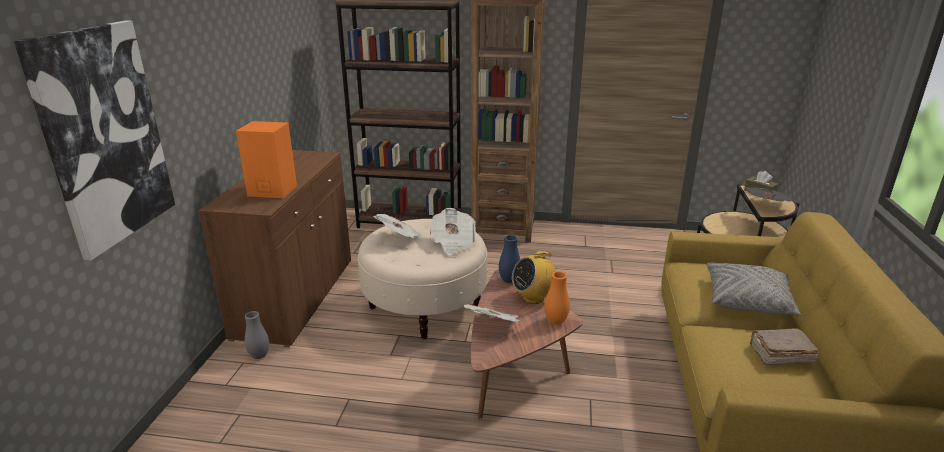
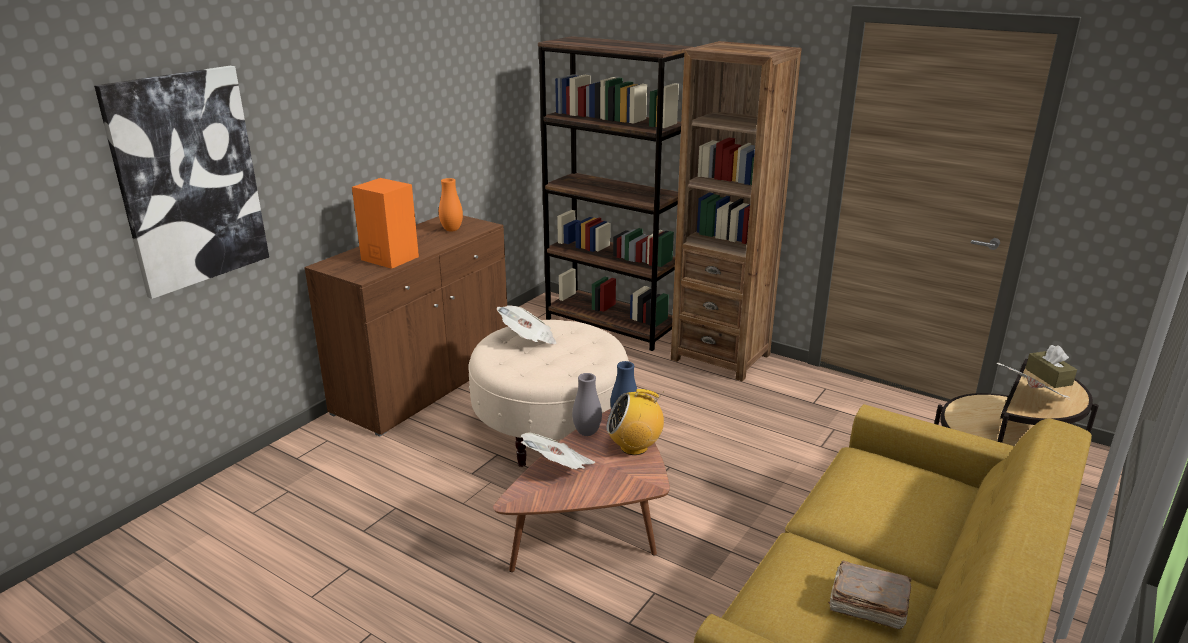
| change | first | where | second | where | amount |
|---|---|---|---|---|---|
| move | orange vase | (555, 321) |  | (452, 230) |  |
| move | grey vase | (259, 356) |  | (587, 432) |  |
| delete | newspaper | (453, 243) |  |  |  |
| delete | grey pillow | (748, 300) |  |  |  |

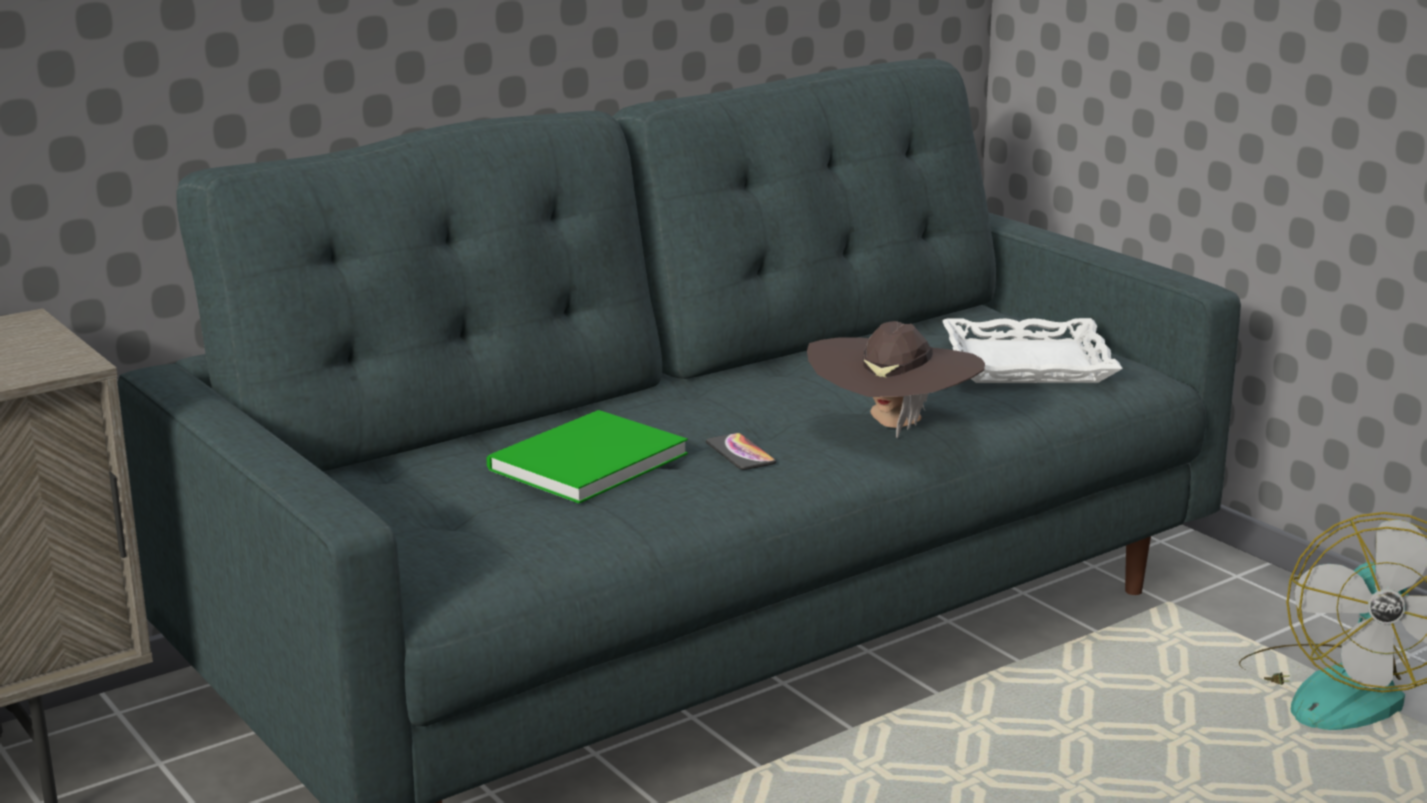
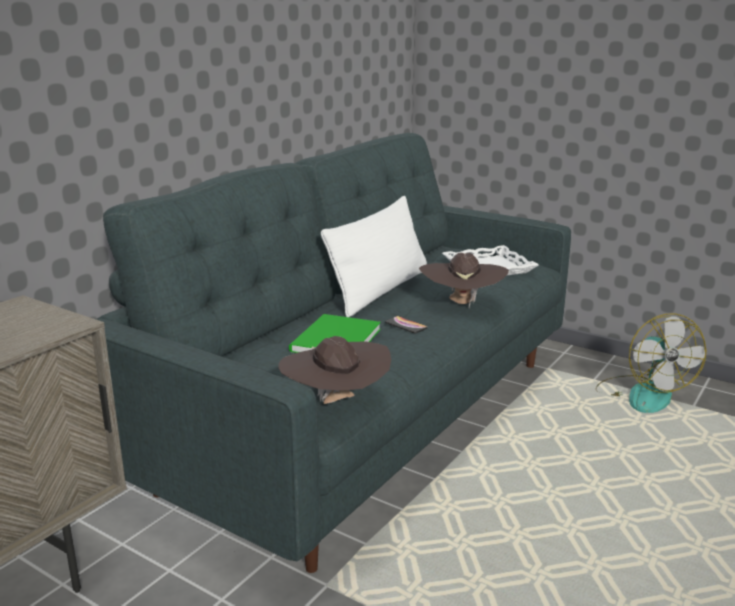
| change | first | where | second | where | amount |
|---|---|---|---|---|---|
| insert |  |  | brown hat | (336, 403) |  |
| insert |  |  | white pillow | (380, 290) |  |

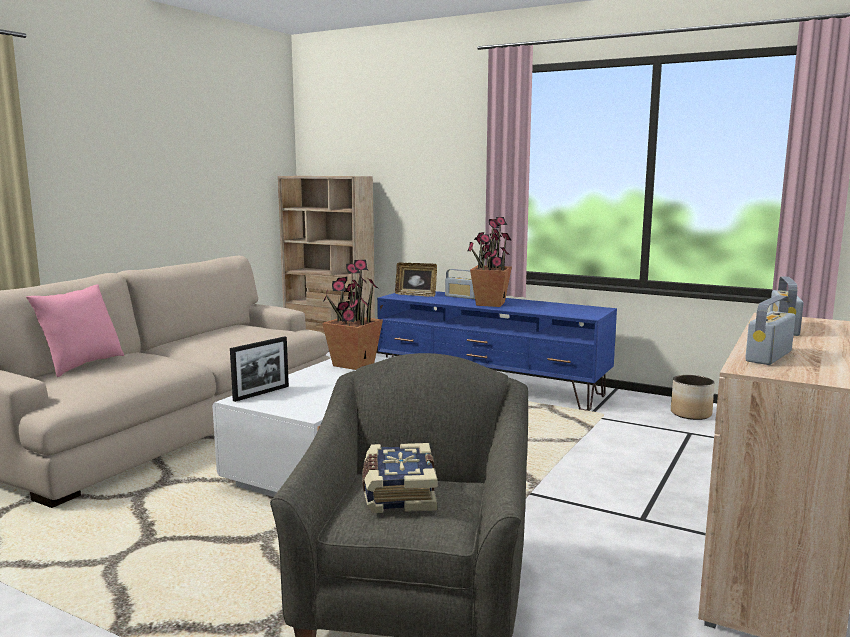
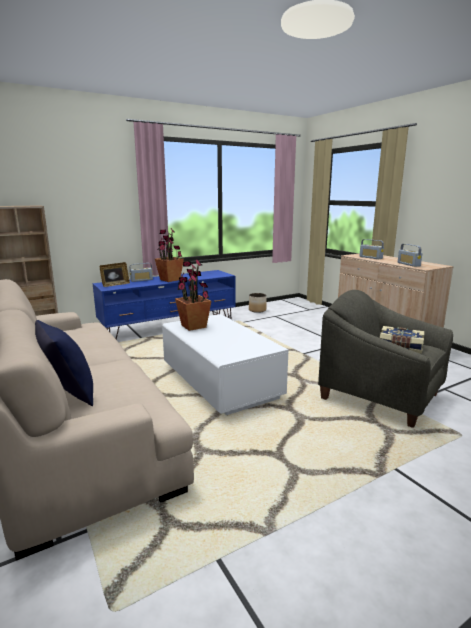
| change | first | where | second | where | amount |
|---|---|---|---|---|---|
| recolor | pink pillow | (81, 365) | blue pillow | (68, 394) |  |
| delete | picture frame | (261, 393) |  |  |  |

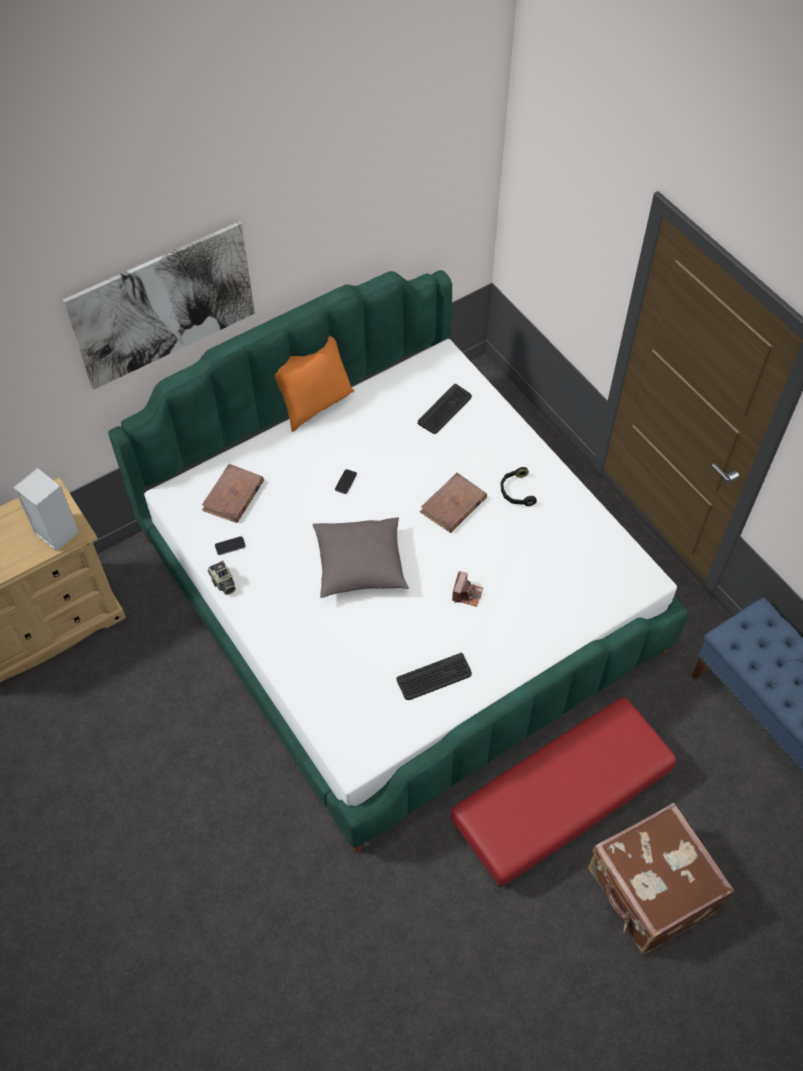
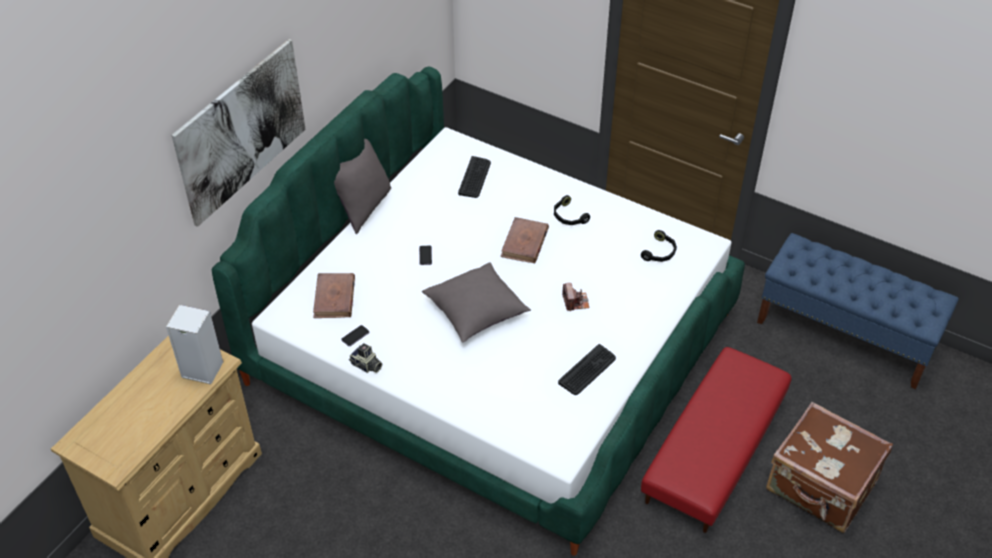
| change | first | where | second | where | amount |
|---|---|---|---|---|---|
| recolor | orange pillow | (314, 405) | grey pillow | (363, 208) |  |
| insert |  |  | black headphones | (660, 252) |  |

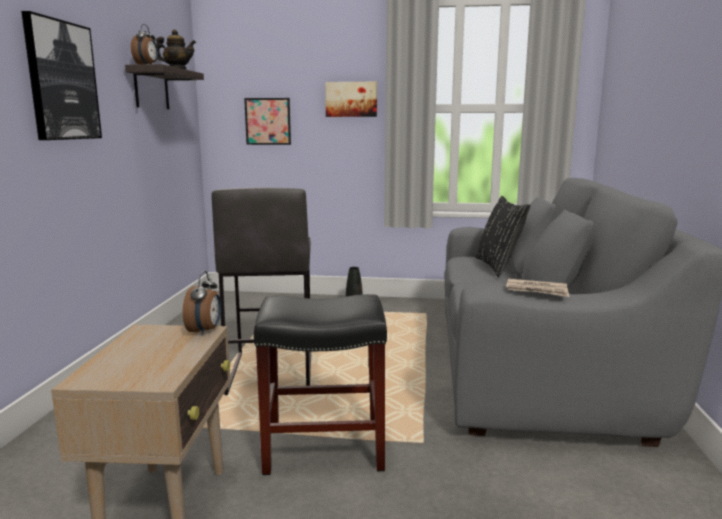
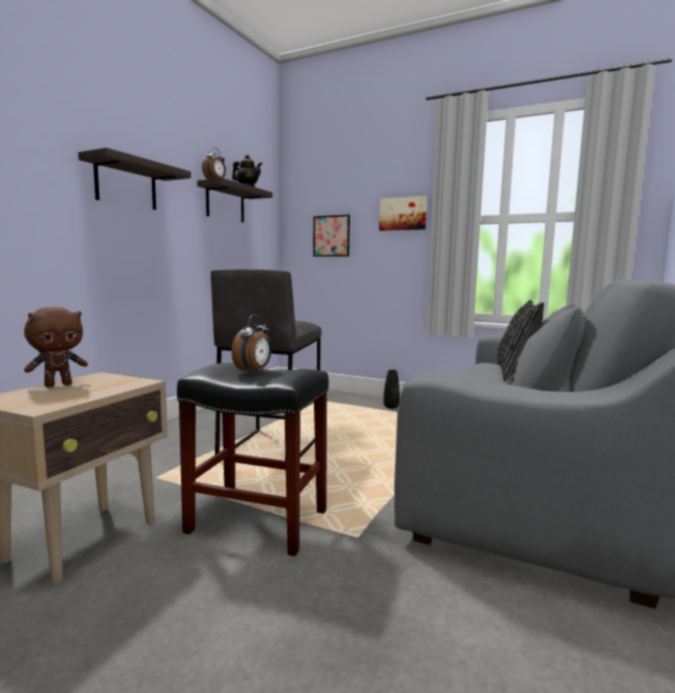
| change | first | where | second | where | amount |
|---|---|---|---|---|---|
| insert |  |  | brown plush toy | (58, 384) |  |
| replace | picture | (62, 81) | shelf | (126, 184) |  |
| move | alarm clock | (205, 331) |  | (254, 371) |  |
| delete | newspaper | (537, 290) |  |  |  |

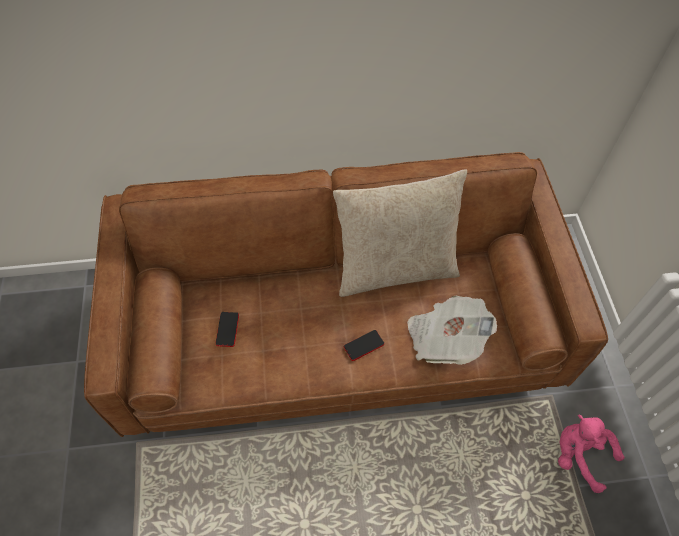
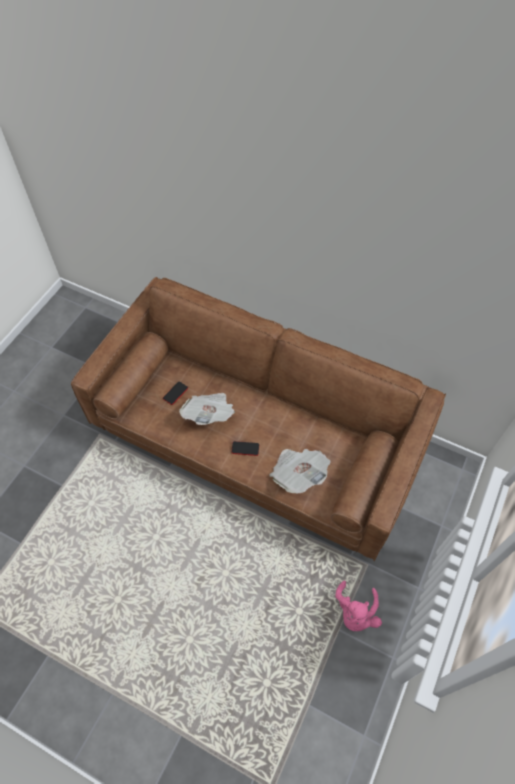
| change | first | where | second | where | amount |
|---|---|---|---|---|---|
| insert |  |  | newspaper | (209, 415) |  |
| rotate | pink plush toy | (579, 455) |  | (355, 612) | 150 degrees counterclockwise |
| delete | beige pillow | (395, 268) |  |  |  |

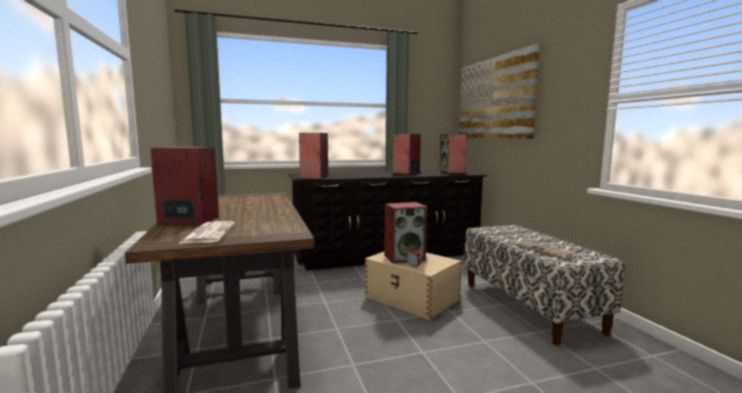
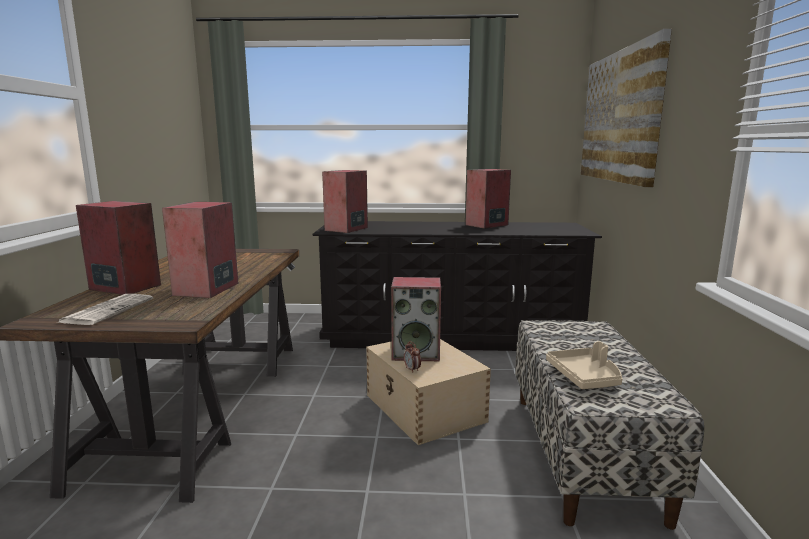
| change | first | where | second | where | amount |
|---|---|---|---|---|---|
| move | speaker | (452, 171) |  | (207, 289) |  |
| replace | newspaper | (544, 250) | beige tray | (585, 377) |  |

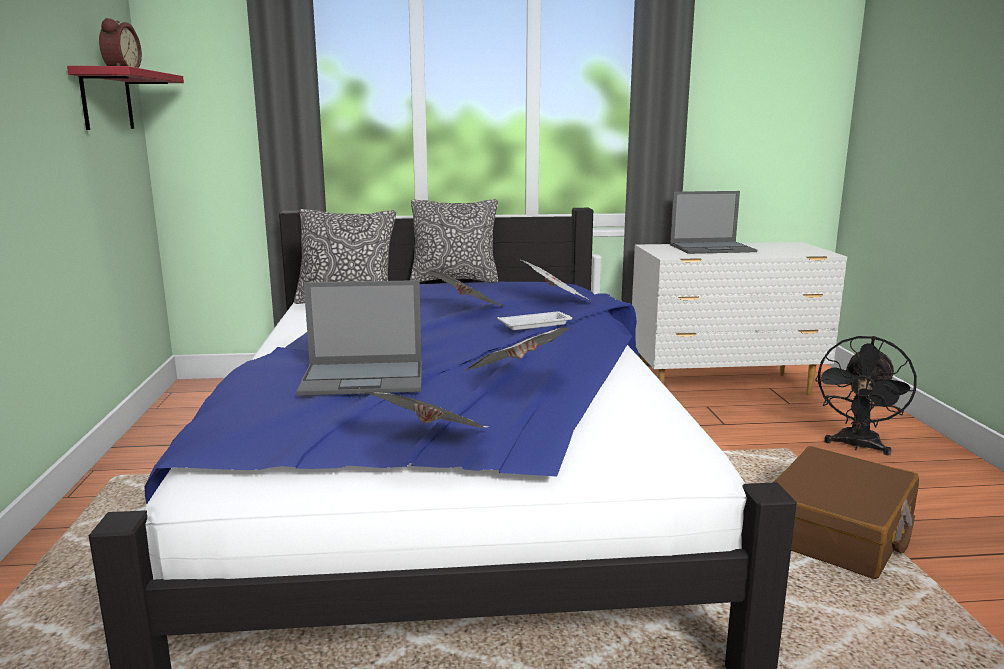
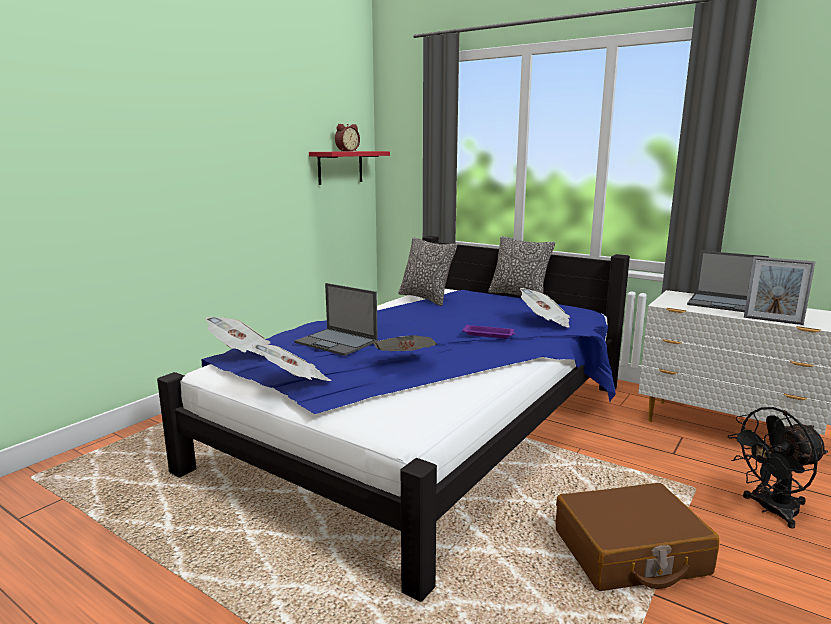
| change | first | where | second | where | amount |
|---|---|---|---|---|---|
| move | newspaper | (466, 309) |  | (242, 353) |  |
| recolor | white tray | (536, 324) | purple tray | (489, 334) |  |
| insert |  |  | picture frame | (772, 320) |  |

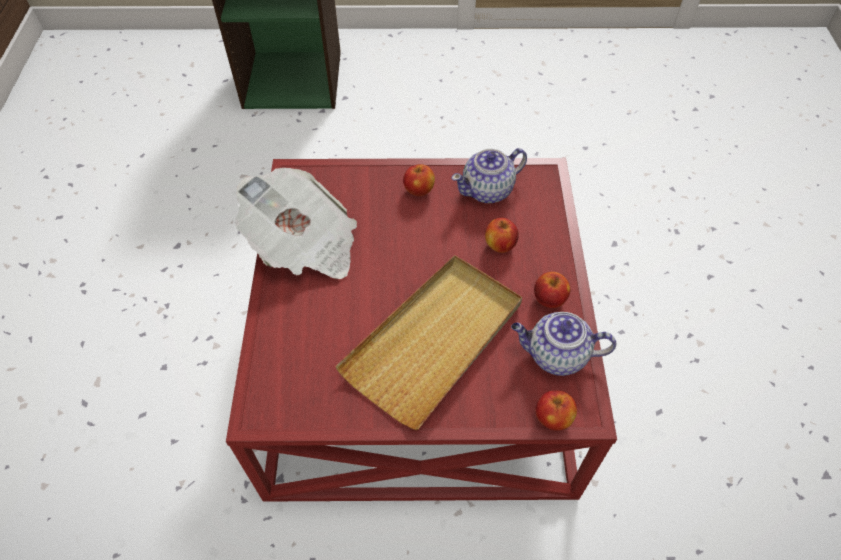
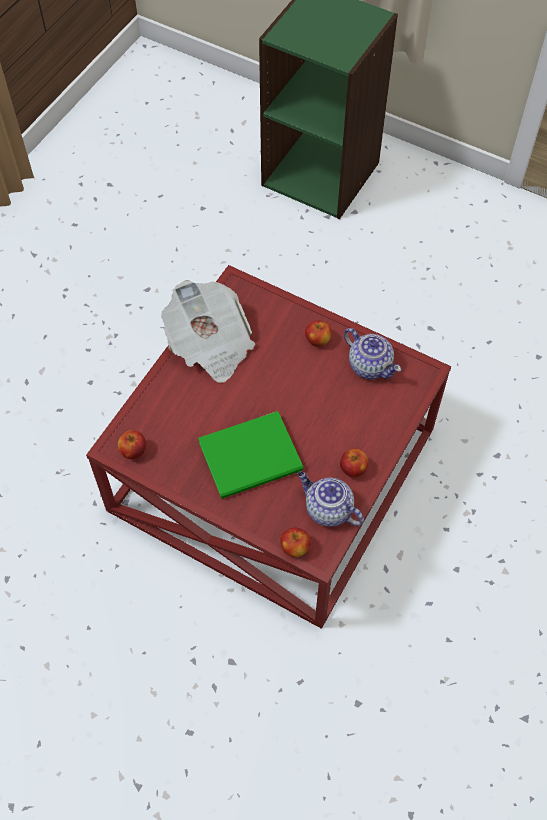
| change | first | where | second | where | amount |
|---|---|---|---|---|---|
| move | apple | (500, 245) |  | (133, 451) |  |
| replace | beige tray | (435, 340) | green book | (254, 457) |  |
| rotate | teapot | (488, 190) |  | (369, 365) | 135 degrees counterclockwise |

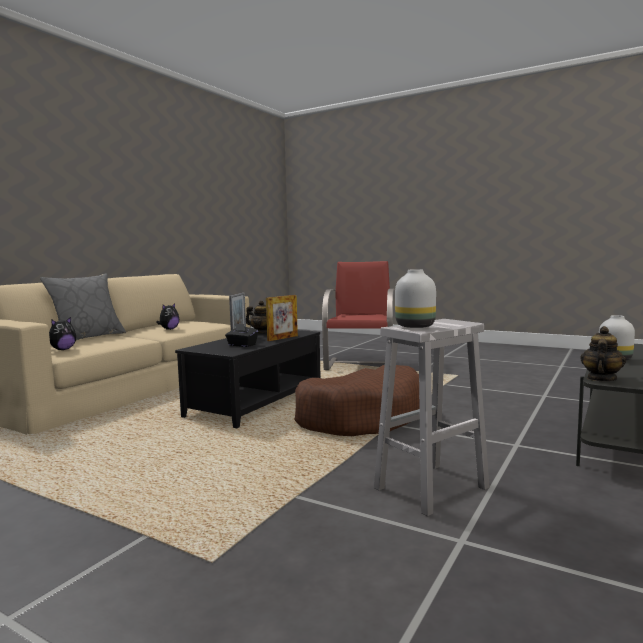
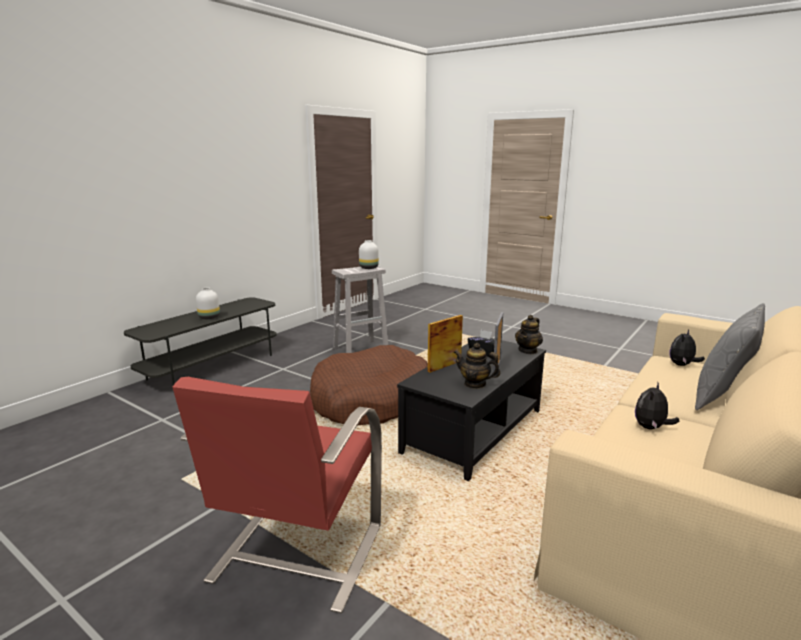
| change | first | where | second | where | amount |
|---|---|---|---|---|---|
| move | teapot | (601, 379) |  | (528, 351) |  |

